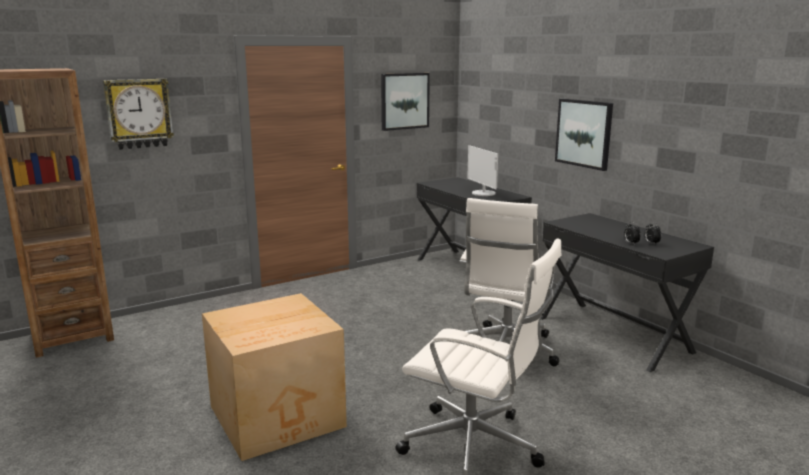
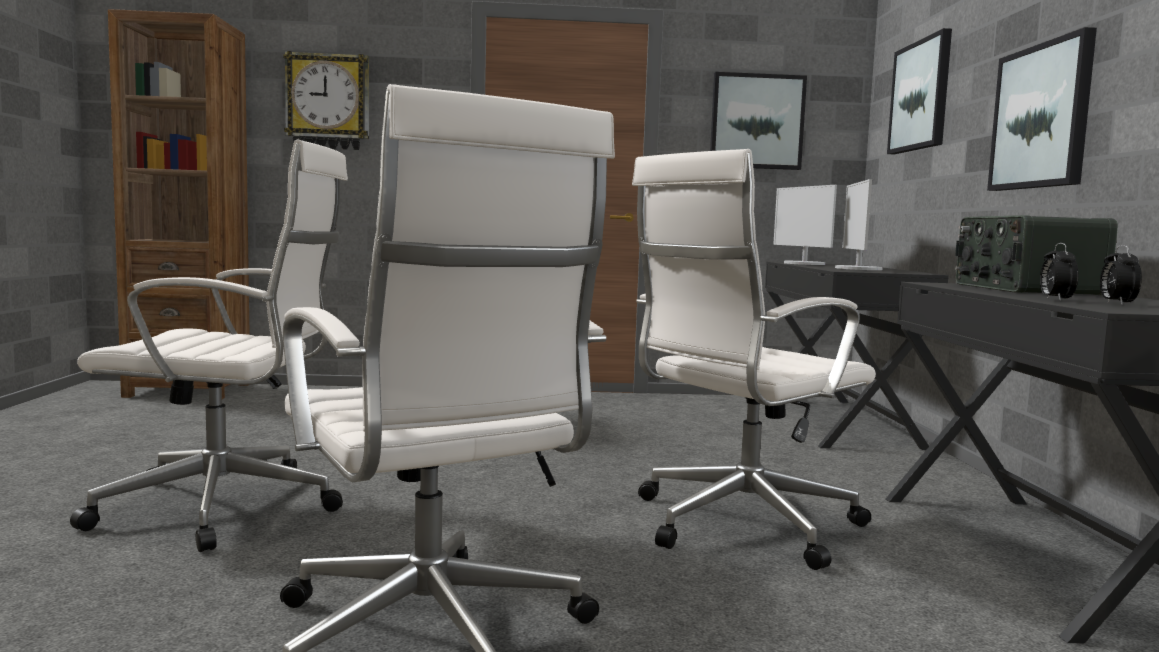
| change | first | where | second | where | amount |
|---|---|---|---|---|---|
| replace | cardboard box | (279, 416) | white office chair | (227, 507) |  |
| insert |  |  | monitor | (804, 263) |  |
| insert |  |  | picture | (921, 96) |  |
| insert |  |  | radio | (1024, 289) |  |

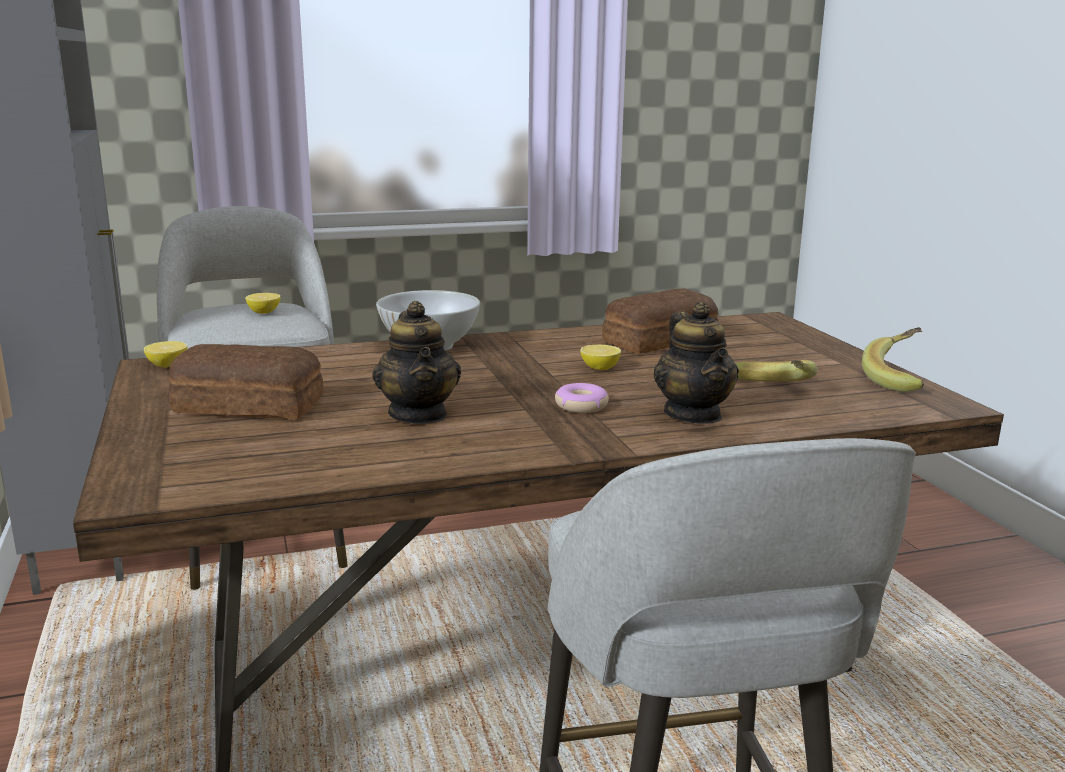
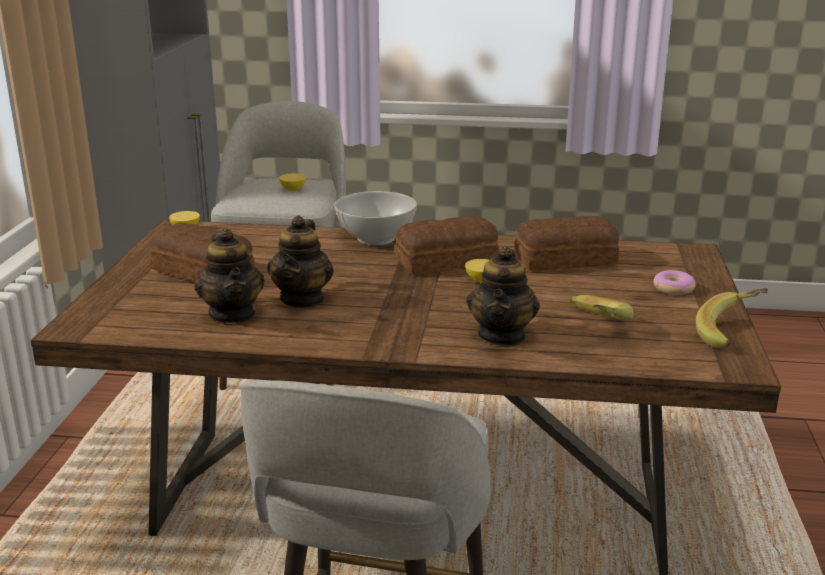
| change | first | where | second | where | amount |
|---|---|---|---|---|---|
| insert |  |  | teapot | (233, 314) |  |
| insert |  |  | bread | (448, 262) |  |
| move | donut | (581, 406) |  | (673, 288) |  |

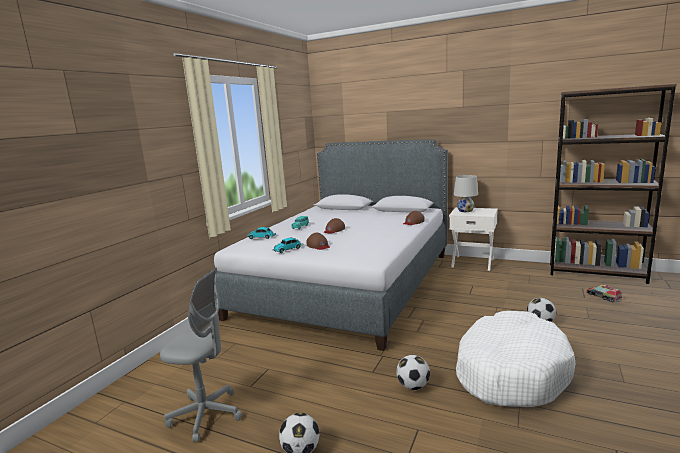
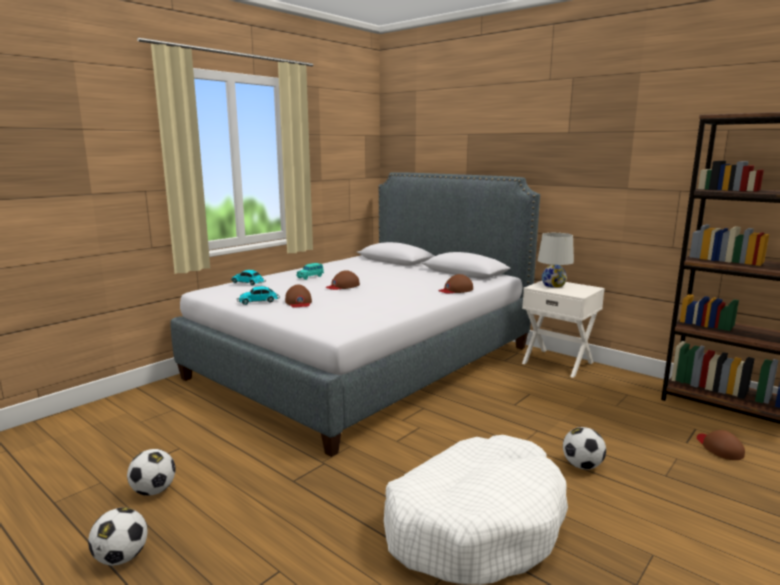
| change | first | where | second | where | amount |
|---|---|---|---|---|---|
| move | football | (413, 386) |  | (154, 491) |  |
| replace | toy truck | (603, 297) | brown cap | (719, 448) |  |
| delete | grey office chair | (206, 415) |  |  |  |

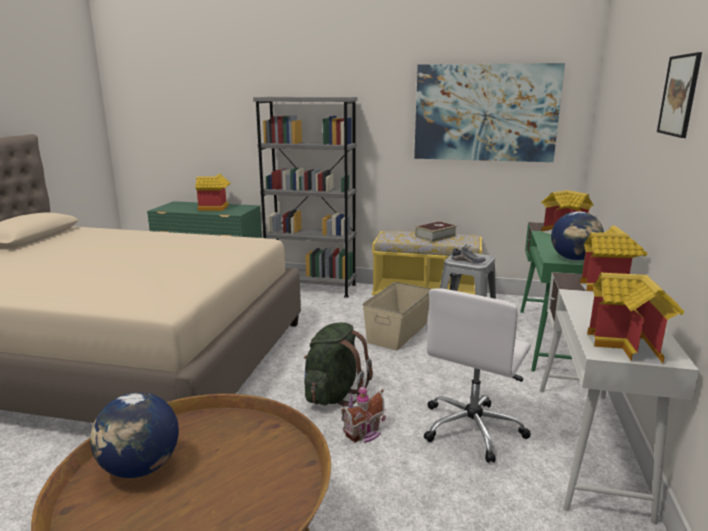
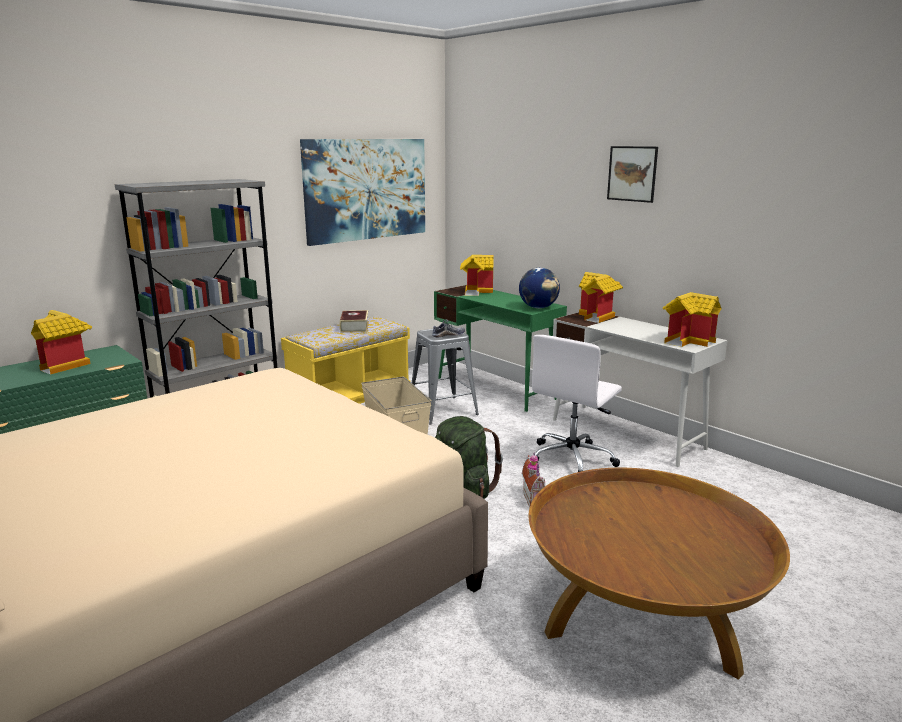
| change | first | where | second | where | amount |
|---|---|---|---|---|---|
| rotate | white office chair | (473, 428) |  | (572, 458) | 60 degrees clockwise |
| delete | globe | (140, 468) |  |  |  |

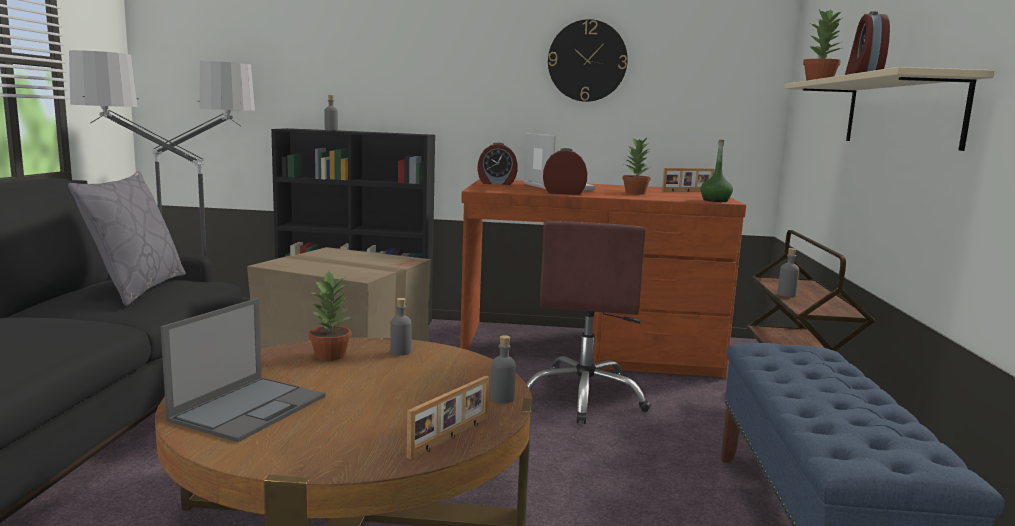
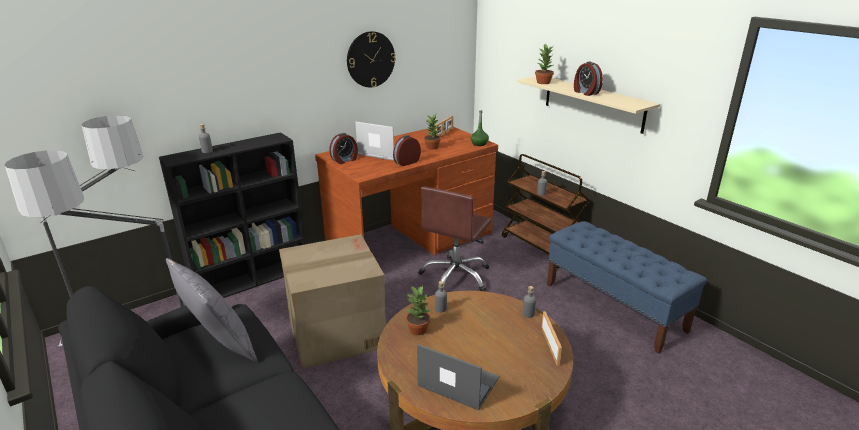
| change | first | where | second | where | amount |
|---|---|---|---|---|---|
| rotate | laptop | (250, 407) |  | (457, 381) | 45 degrees counterclockwise |
| rotate | brown office chair | (584, 397) |  | (456, 277) | 60 degrees clockwise |

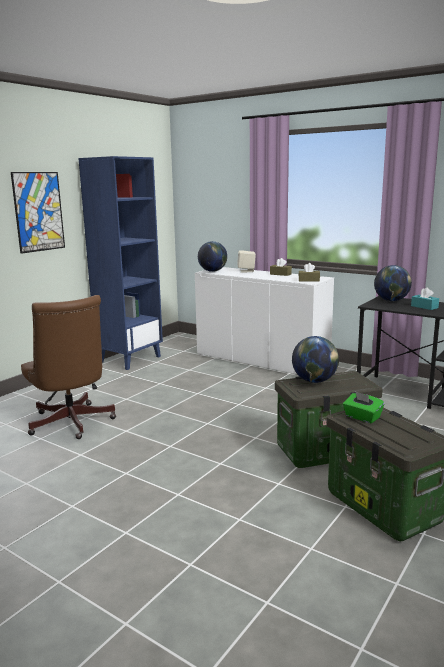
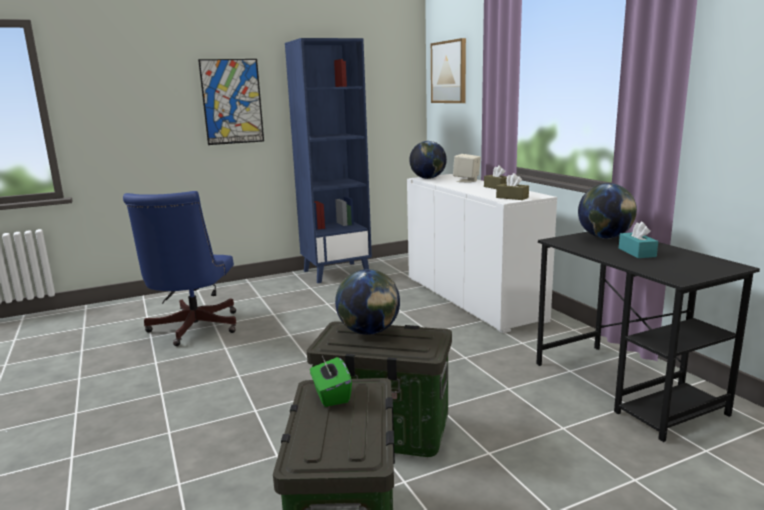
| change | first | where | second | where | amount |
|---|---|---|---|---|---|
| recolor | brown office chair | (71, 424) | blue office chair | (192, 329) |  |
| insert |  |  | picture | (449, 72) |  |

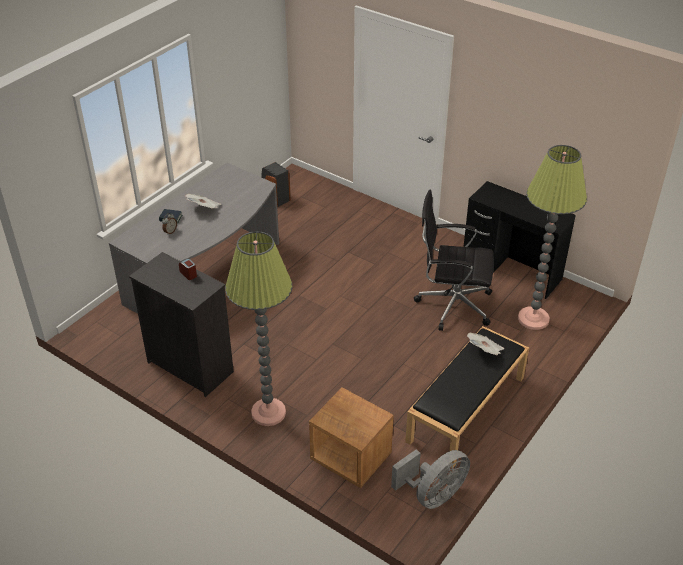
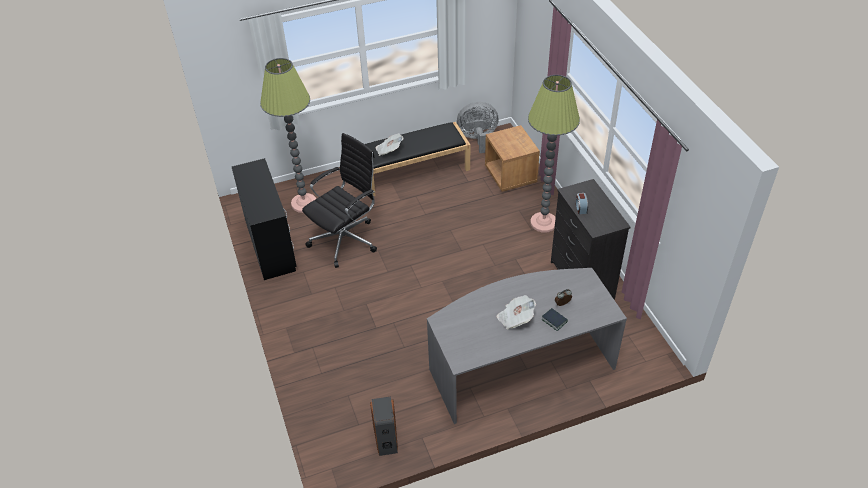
| change | first | where | second | where | amount |
|---|---|---|---|---|---|
| rotate | black office chair | (452, 304) |  | (346, 239) | 90 degrees counterclockwise |

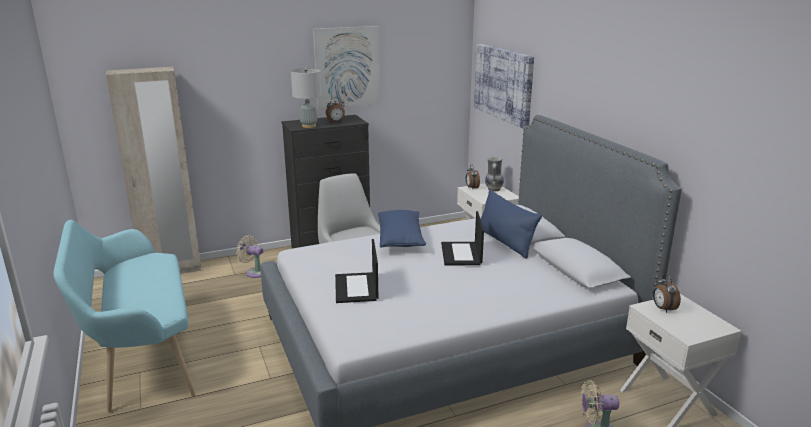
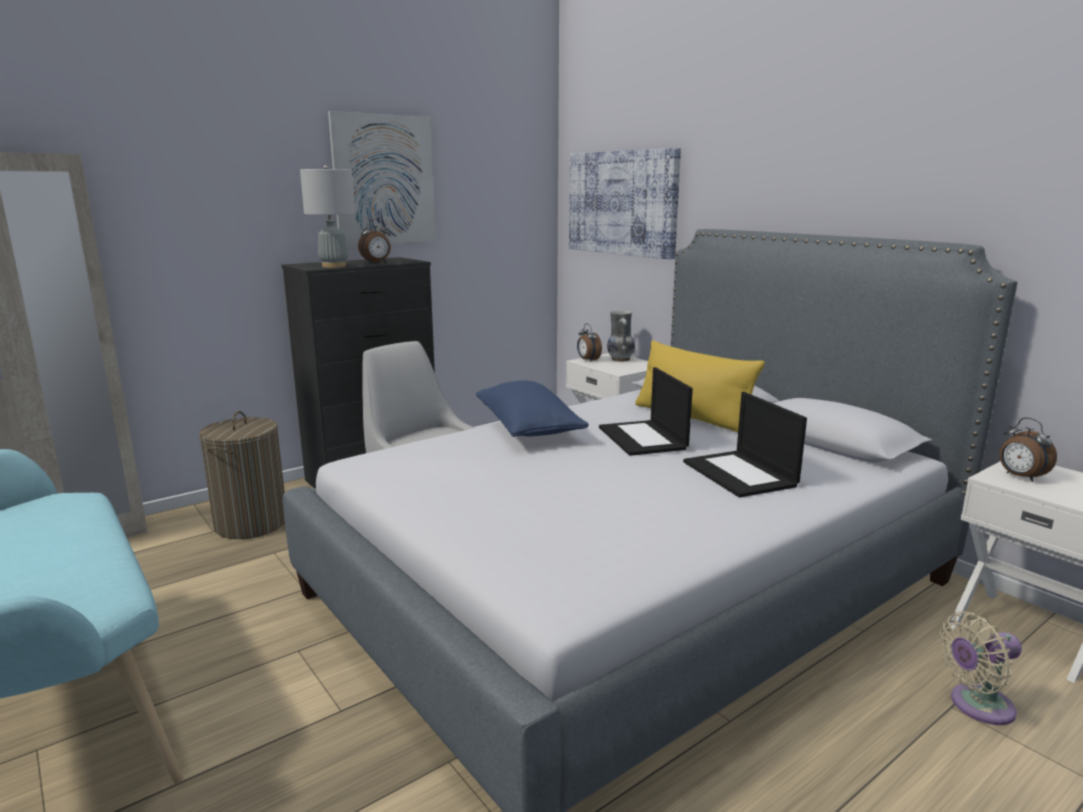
| change | first | where | second | where | amount |
|---|---|---|---|---|---|
| replace | beige fan | (254, 272) | laundry basket | (251, 524) |  |
| recolor | blue pillow | (504, 241) | yellow pillow | (692, 417) |  |
| move | laptop | (357, 288) |  | (741, 474) |  |

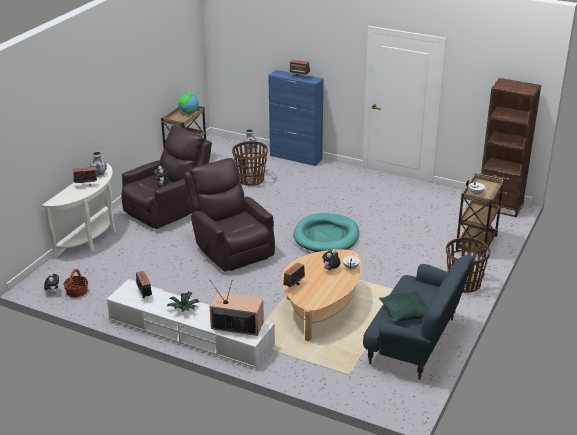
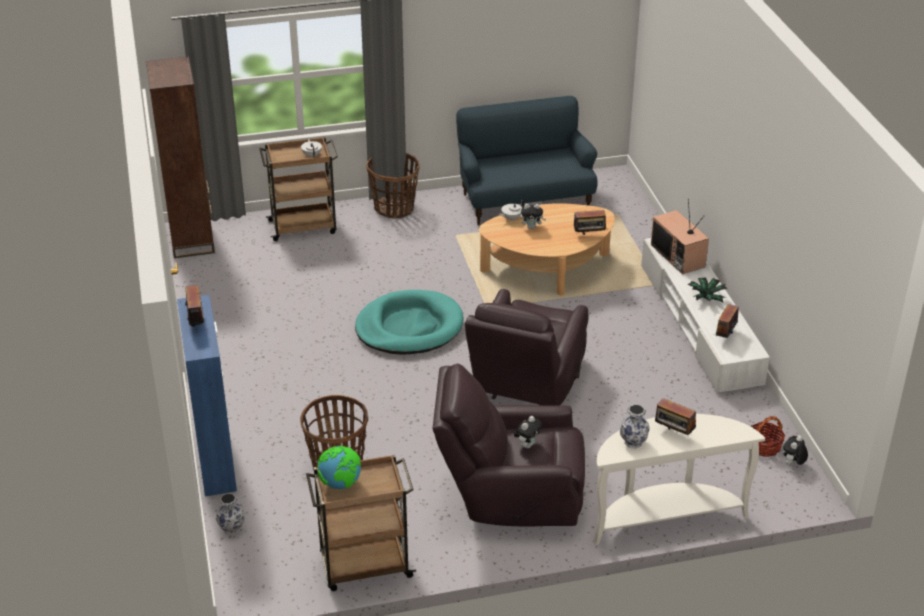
| change | first | where | second | where | amount |
|---|---|---|---|---|---|
| delete | green pillow | (405, 313) |  |  |  |

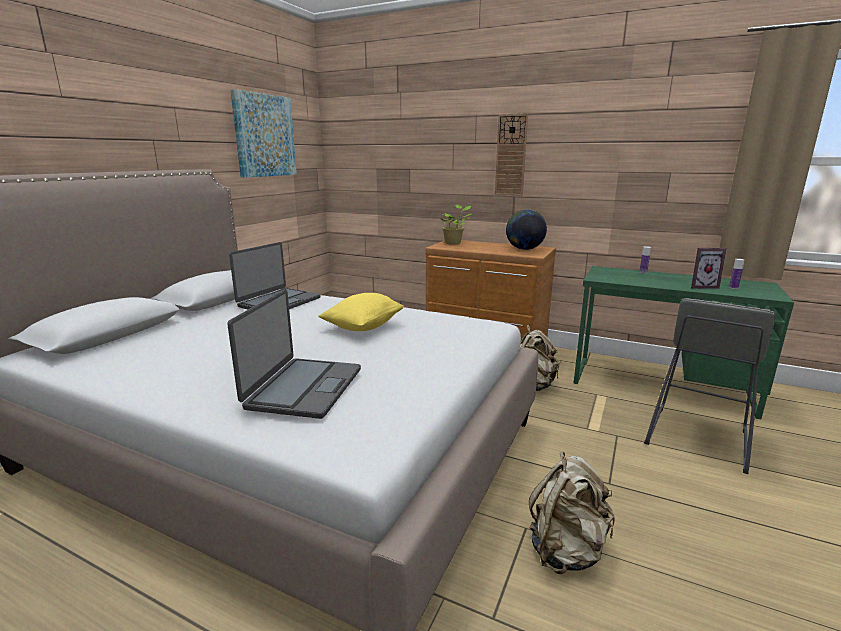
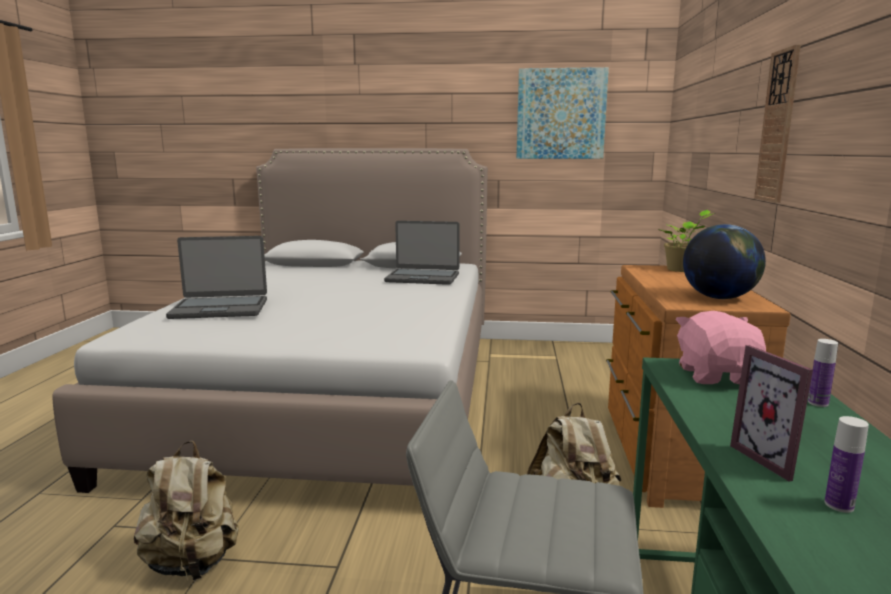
| change | first | where | second | where | amount |
|---|---|---|---|---|---|
| insert |  |  | pink plush toy | (717, 376) |  |
| delete | yellow pillow | (363, 327) |  |  |  |

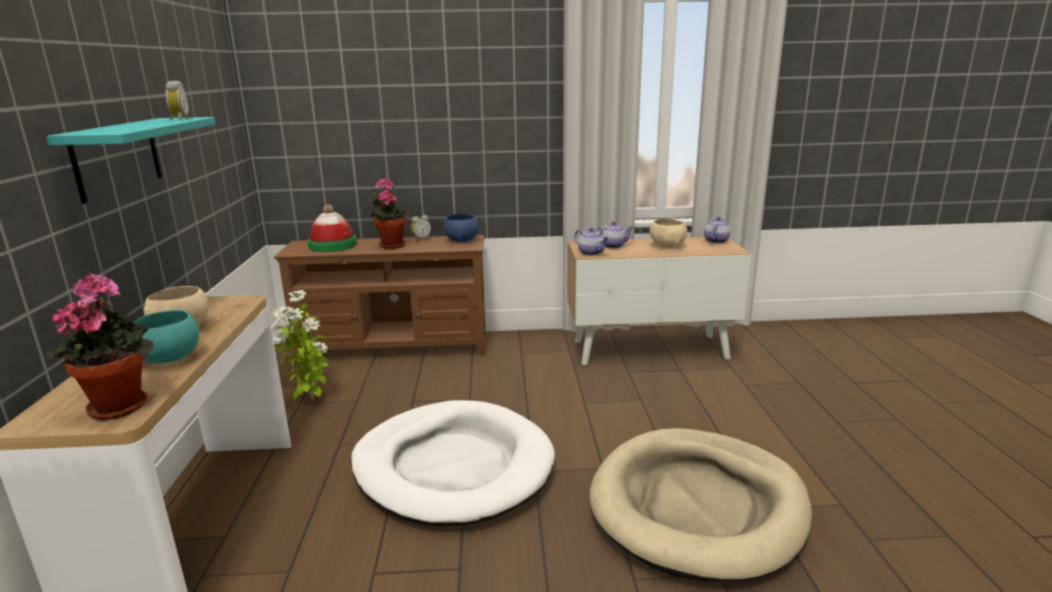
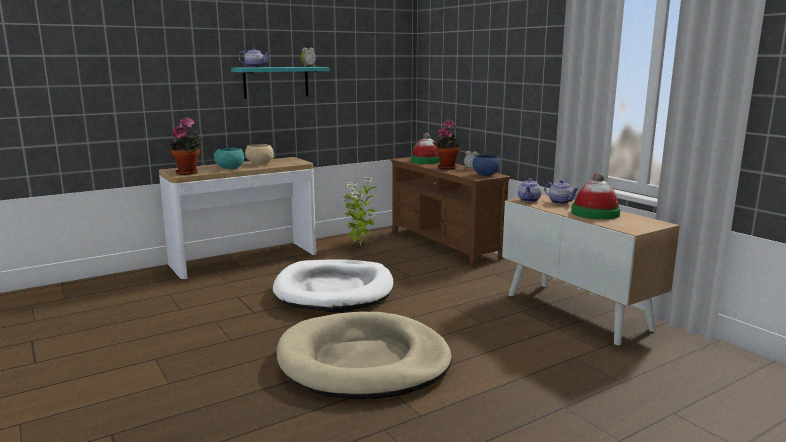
| change | first | where | second | where | amount |
|---|---|---|---|---|---|
| move | teapot | (716, 241) |  | (255, 67) |  |
| replace | beige bowl | (666, 246) | hat | (595, 213) |  |

